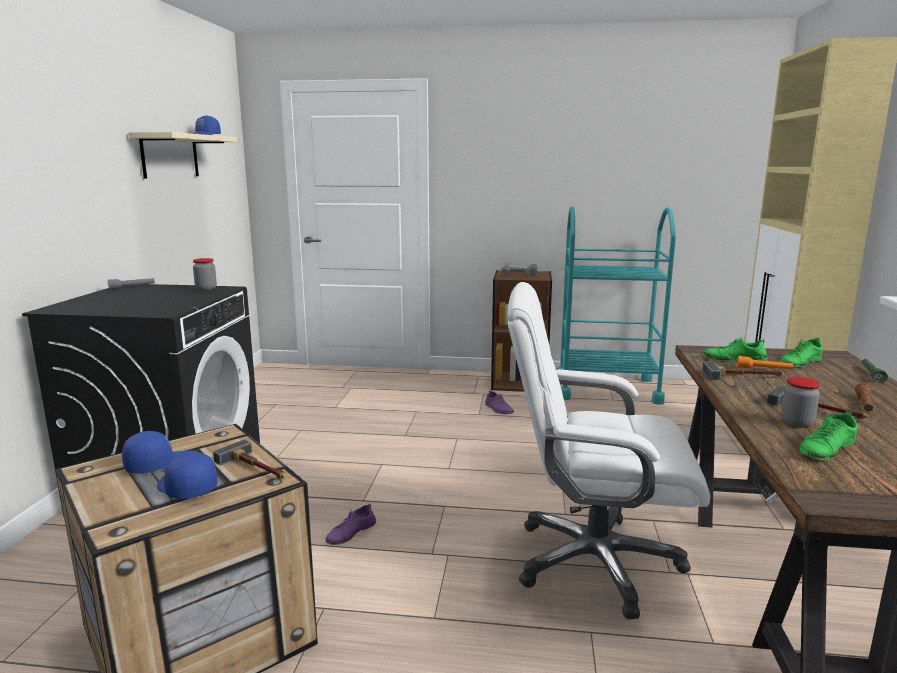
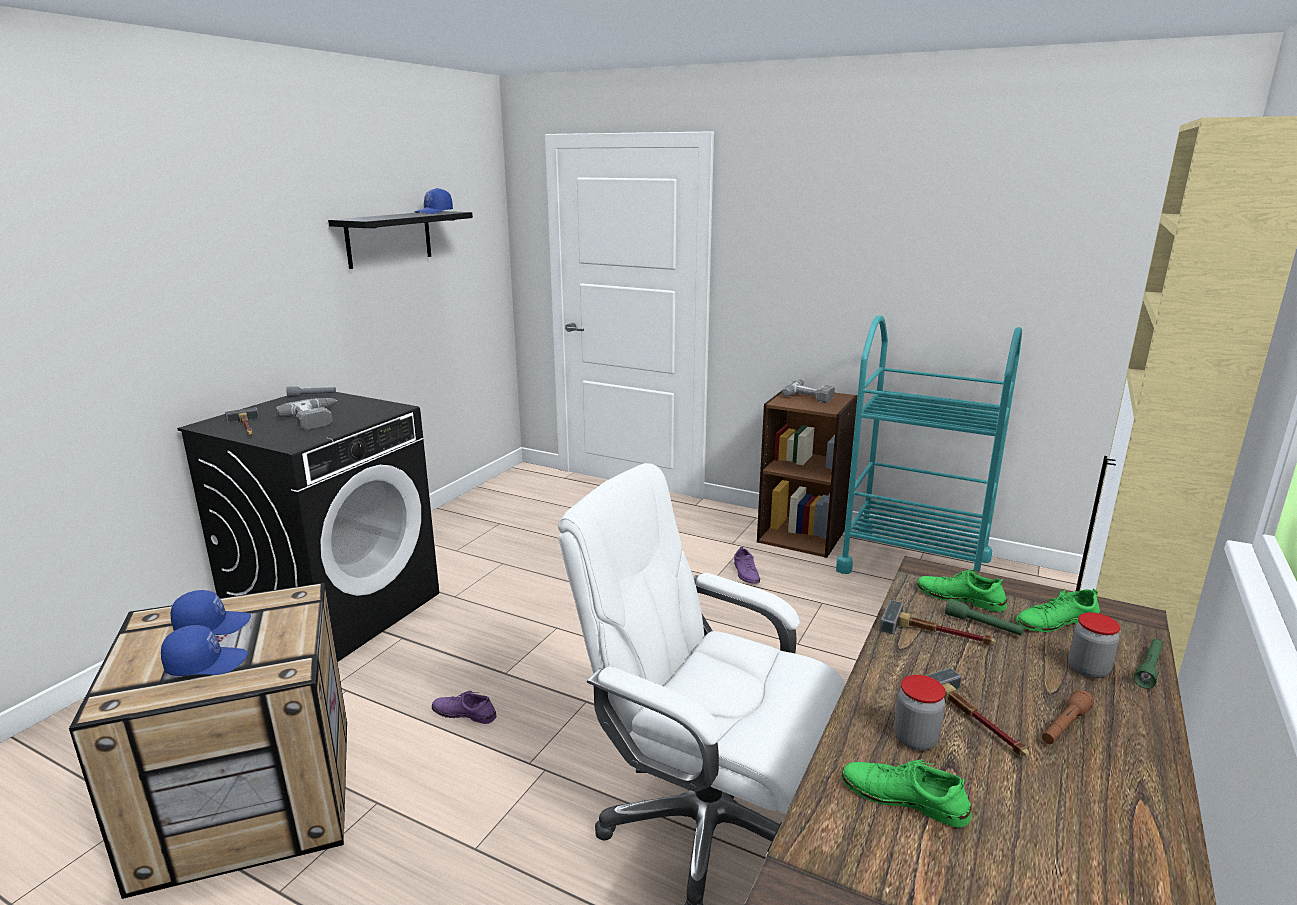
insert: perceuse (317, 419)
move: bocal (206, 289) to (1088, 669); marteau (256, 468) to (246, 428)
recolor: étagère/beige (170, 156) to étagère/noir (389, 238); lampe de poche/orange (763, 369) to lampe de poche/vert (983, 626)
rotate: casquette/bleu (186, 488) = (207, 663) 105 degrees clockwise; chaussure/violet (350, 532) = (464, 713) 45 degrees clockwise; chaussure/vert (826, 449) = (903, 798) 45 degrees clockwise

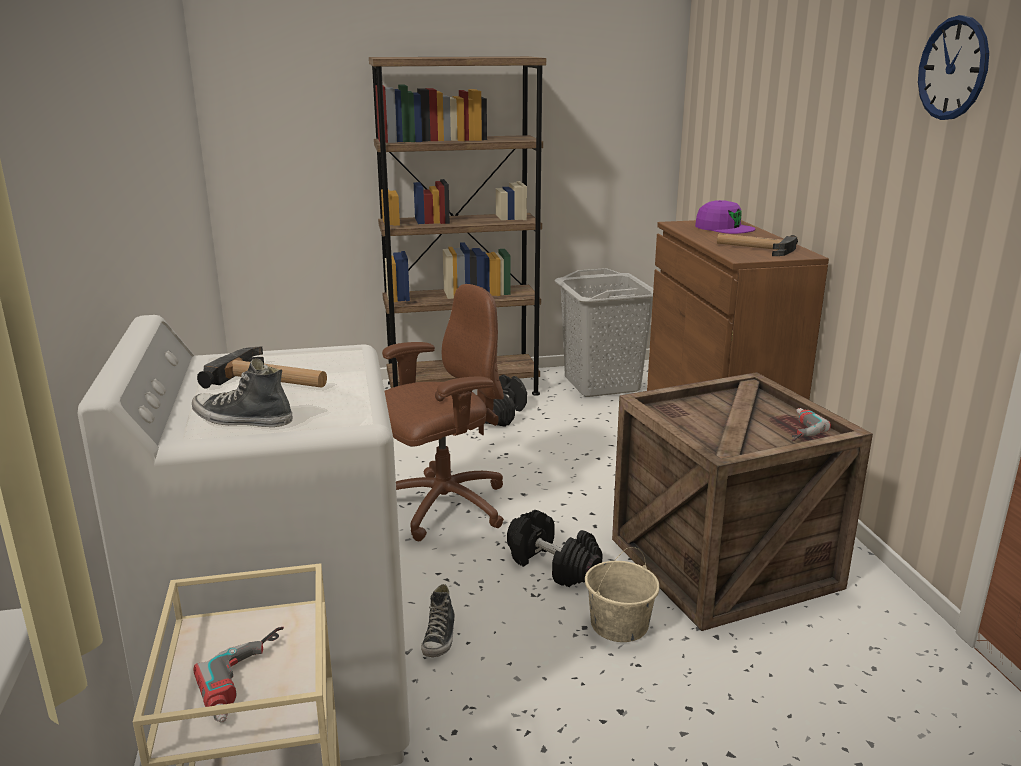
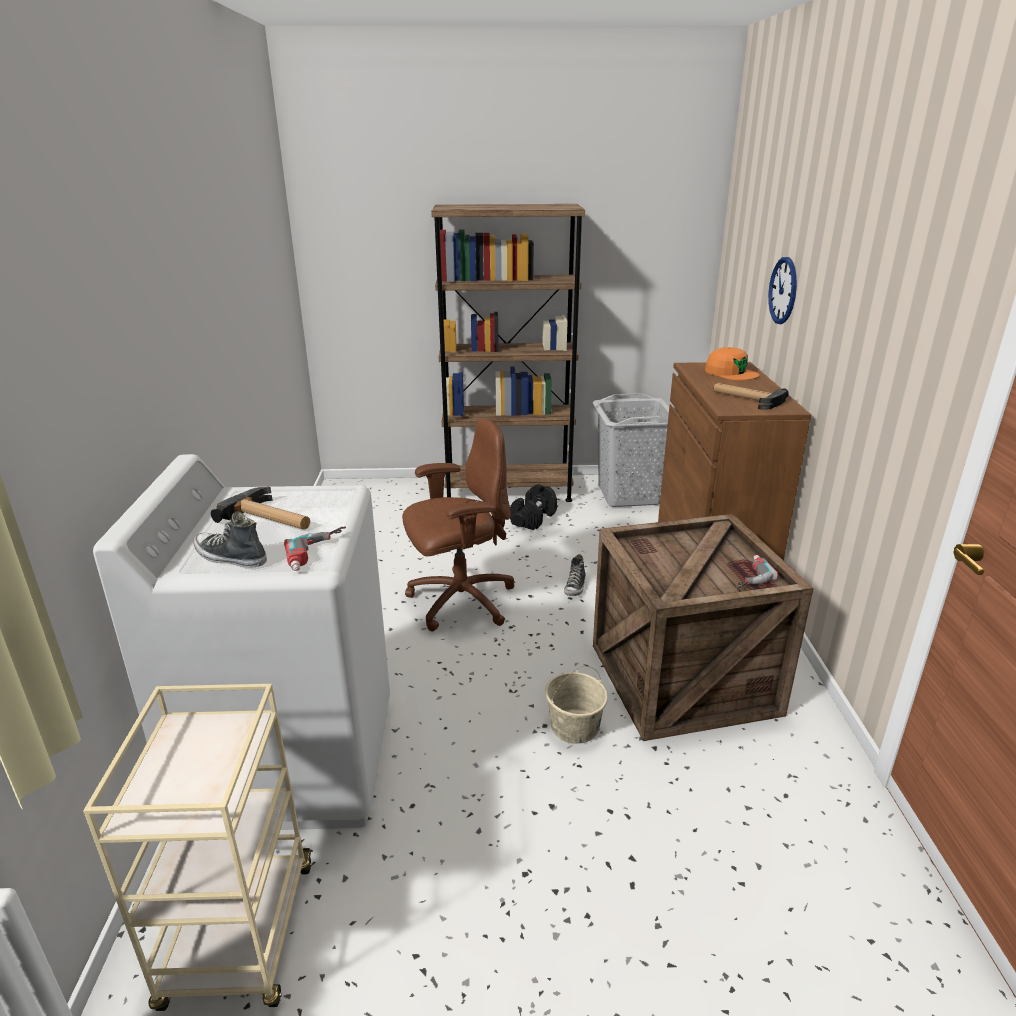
delete: haltère/noir (552, 565)
move: perceuse (252, 680) to (320, 553); chaussure (439, 638) to (575, 587); horloge murale (953, 68) to (783, 290)
recolor: casquette/violet (724, 228) to casquette/orange (731, 372)

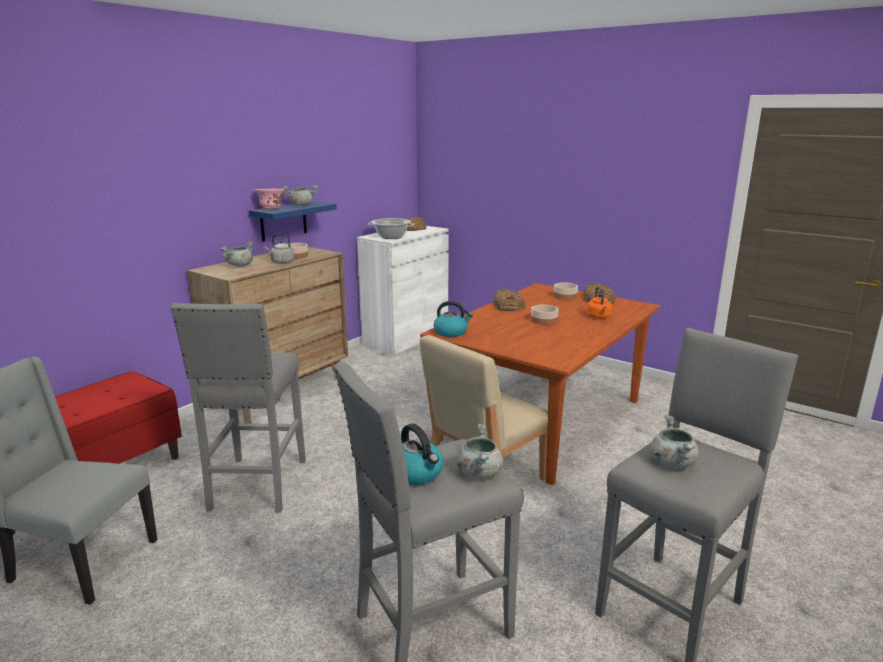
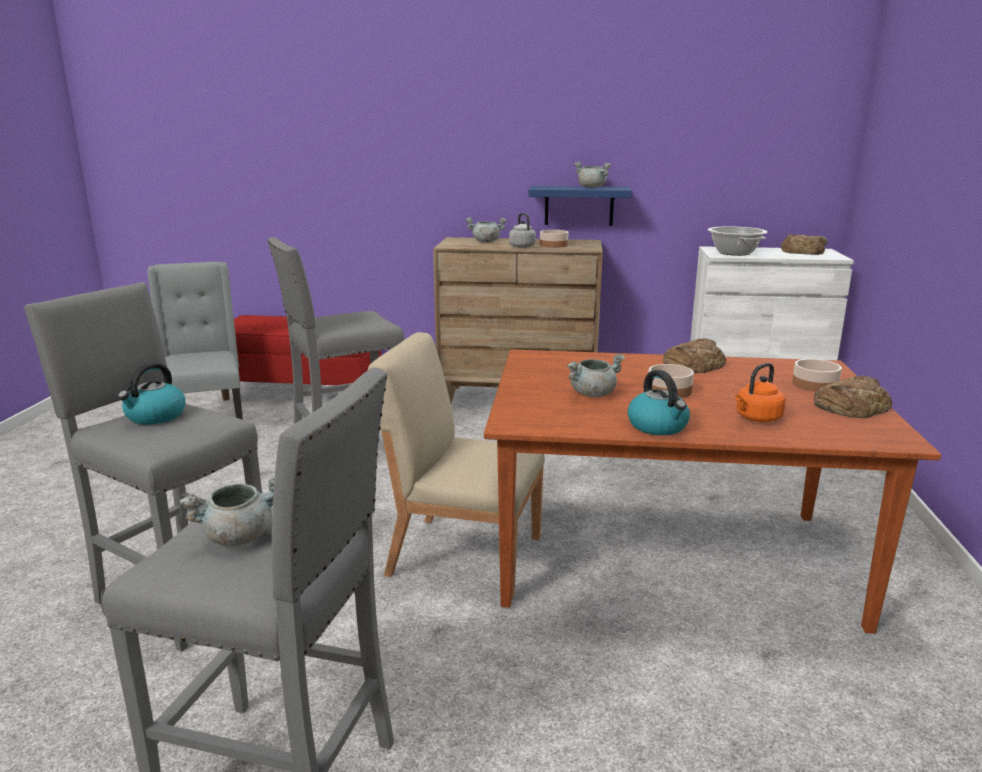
delete: bol/rose (271, 209)
move: bouilloire (451, 332) to (658, 426); marmite/gris (479, 472) to (593, 394)

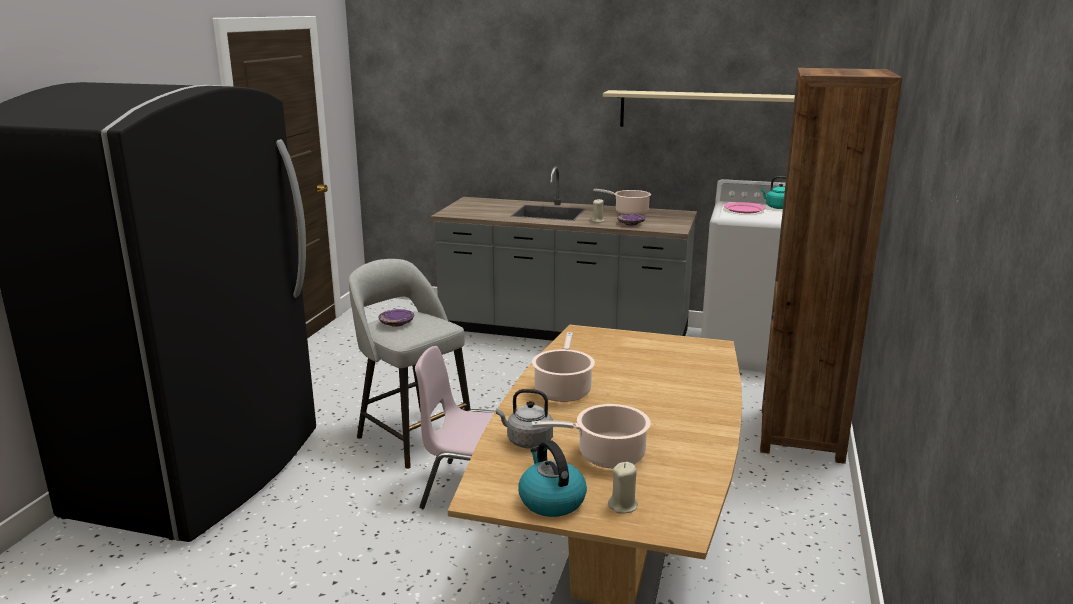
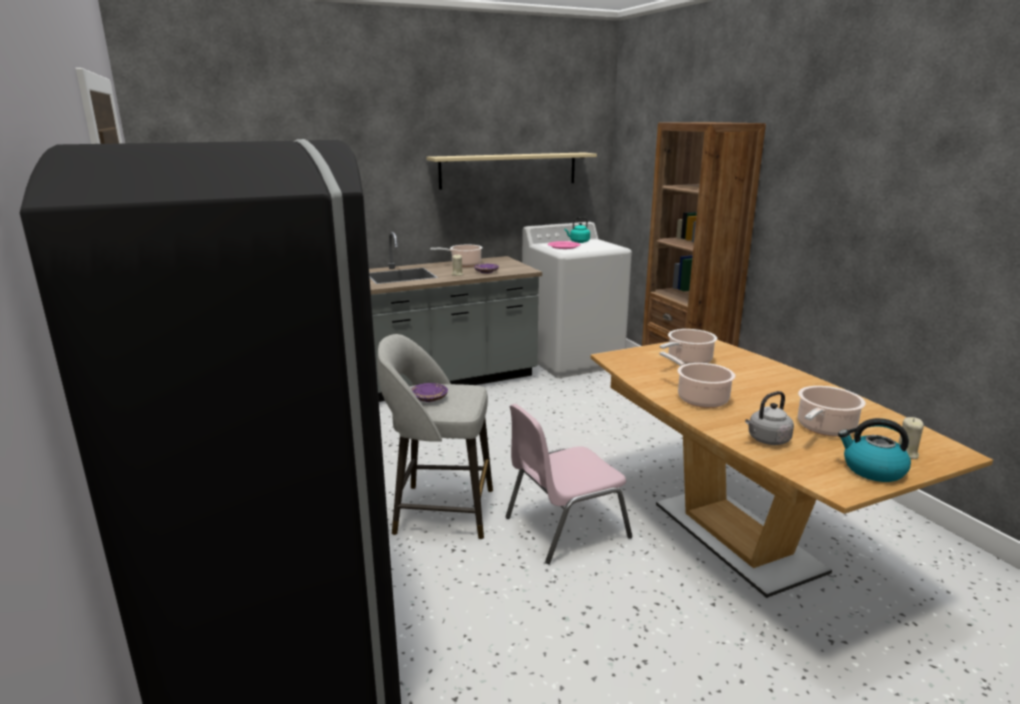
insert: marmite (688, 361)

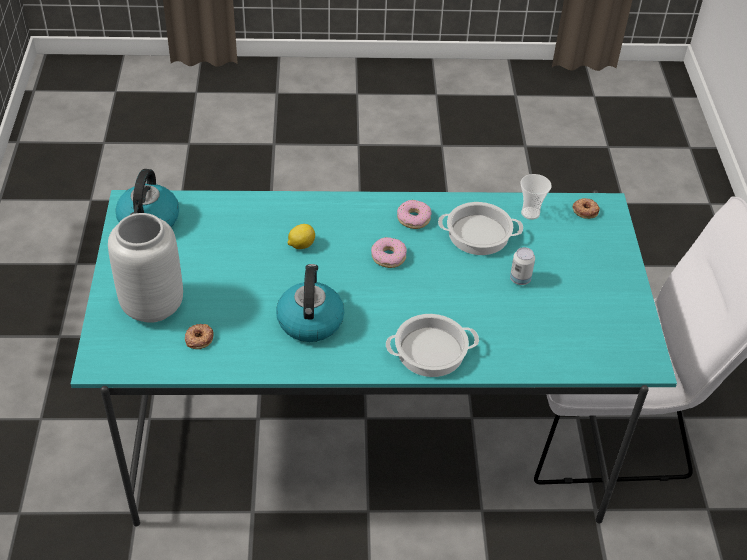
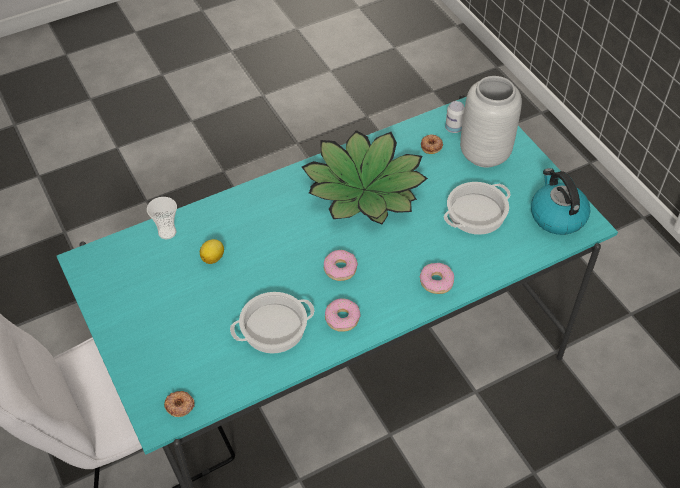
insert: beignet (436, 281)
move: citron (301, 245) to (213, 258); marmite (430, 352) to (476, 212); boîte métallique (520, 279) to (453, 128); tasse (530, 213) to (167, 232)
replace: bouilloire (310, 320) to plante en pot (364, 189)

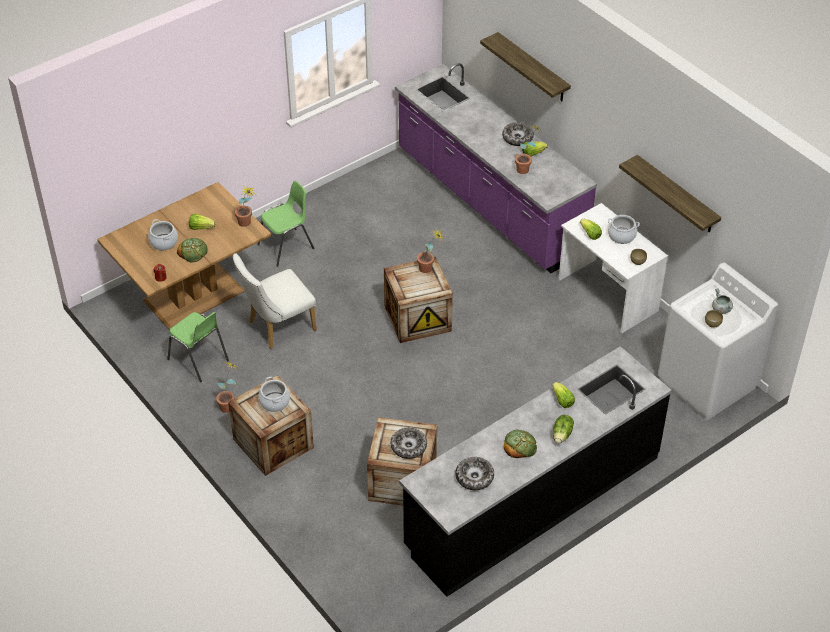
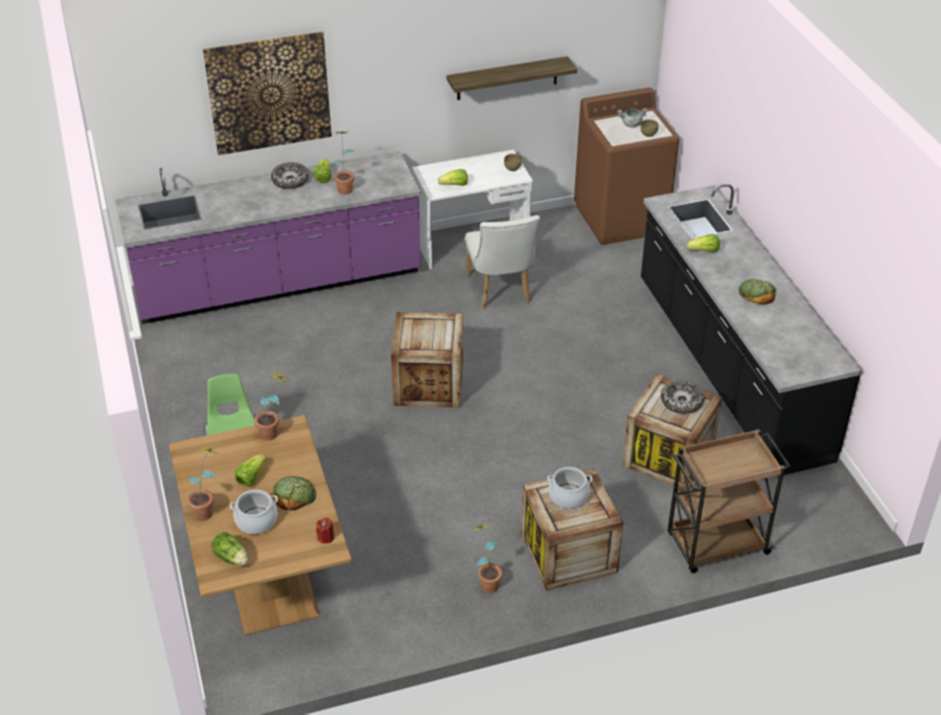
delete: chaise/vert (199, 360); bol (474, 477); marmite (621, 236)
insert: chariot/marron (716, 544)
move: chaise/blanc (277, 327) to (500, 291); plante en pot (429, 269) to (208, 510); laitue (562, 435) to (231, 557)
replace: étagère (533, 68) to tableau (269, 93)
recolor: lave-linge/blanc (707, 383) to lave-linge/marron (621, 219)

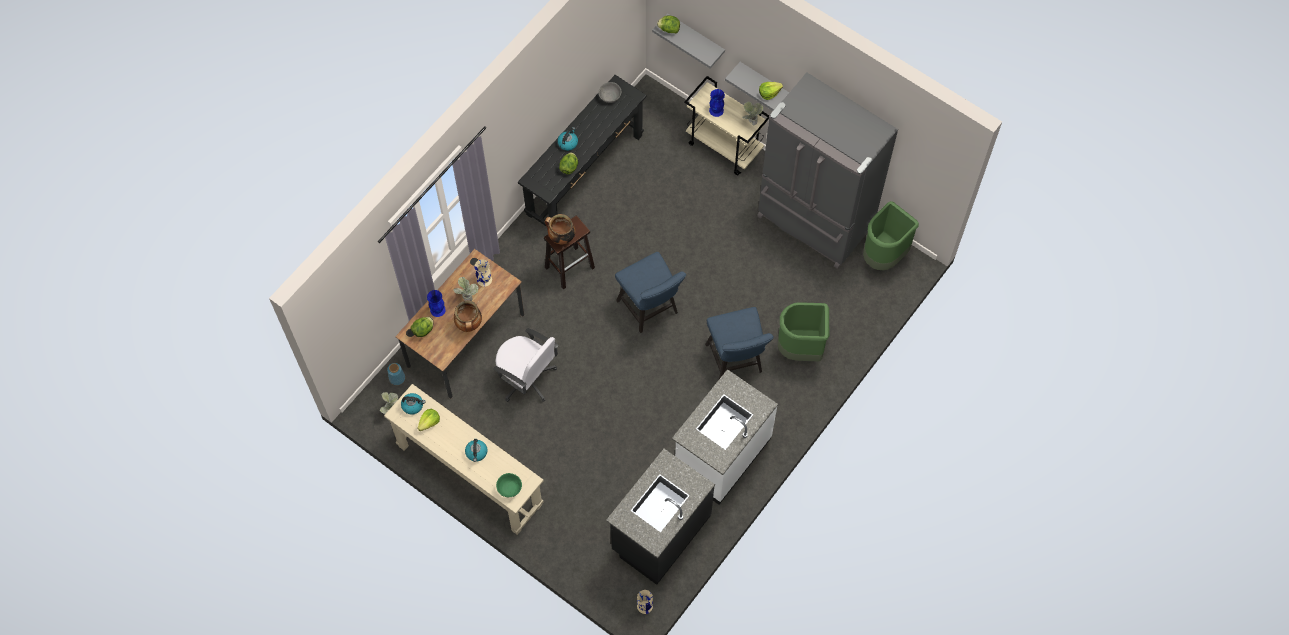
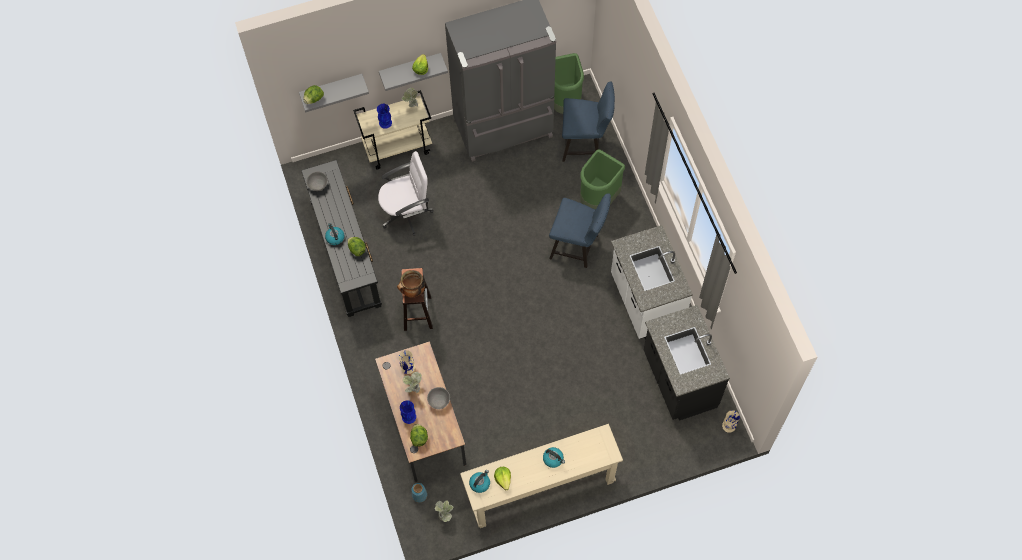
delete: bol/vert (509, 488)
move: chaise de bureau/blanc (526, 379) to (406, 213); chaise/bleu (650, 310) to (585, 144)
replace: marmite (469, 324) to bol/gris (439, 401)

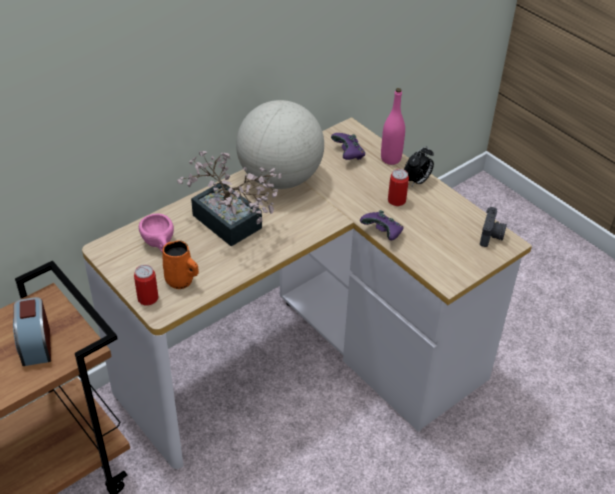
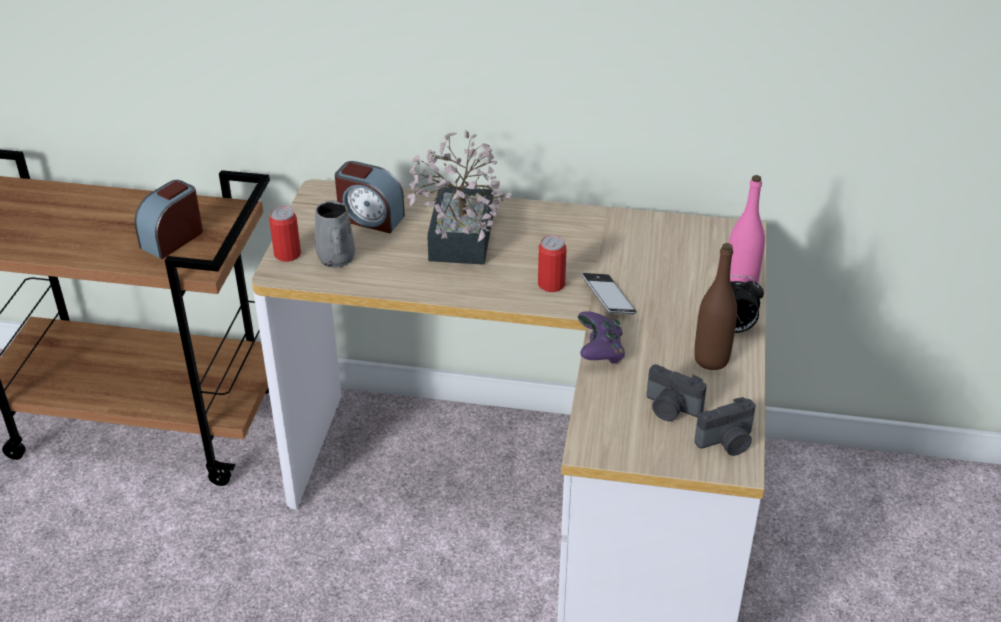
delete: globe (280, 178); manette/violet (348, 154)
insert: téléphone (608, 298); appareil photo (670, 409); bouteille/marron (711, 359)
move: boîte métallique (396, 200) to (551, 284)
replace: tasse/rose (159, 244) to réveil (370, 218)
recolor: mug/orange (181, 281) to mug/gris (336, 260)

